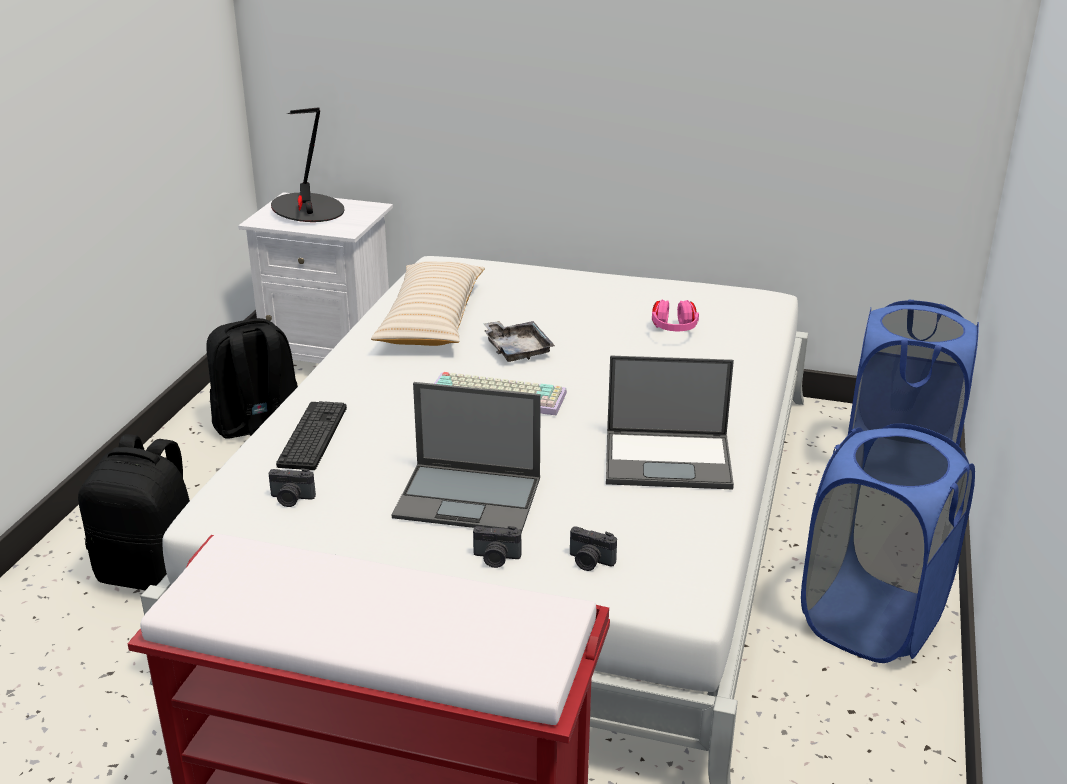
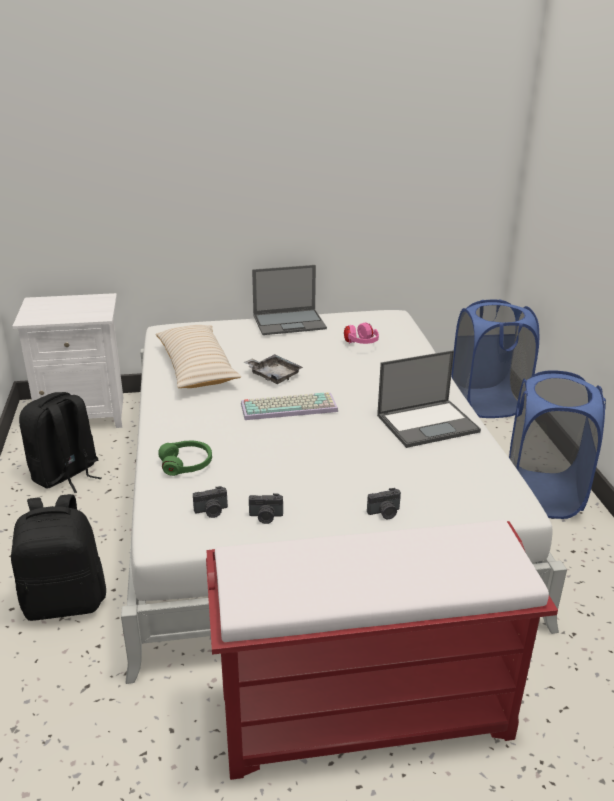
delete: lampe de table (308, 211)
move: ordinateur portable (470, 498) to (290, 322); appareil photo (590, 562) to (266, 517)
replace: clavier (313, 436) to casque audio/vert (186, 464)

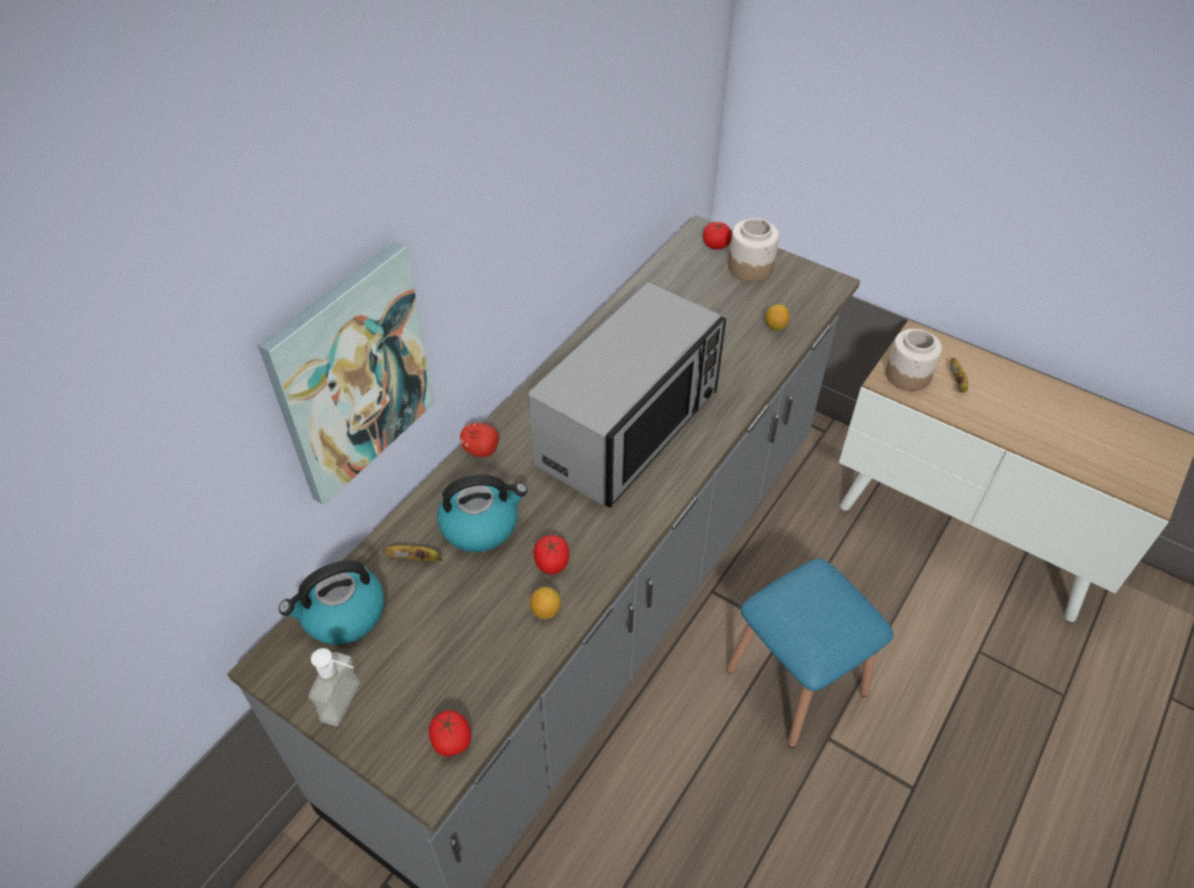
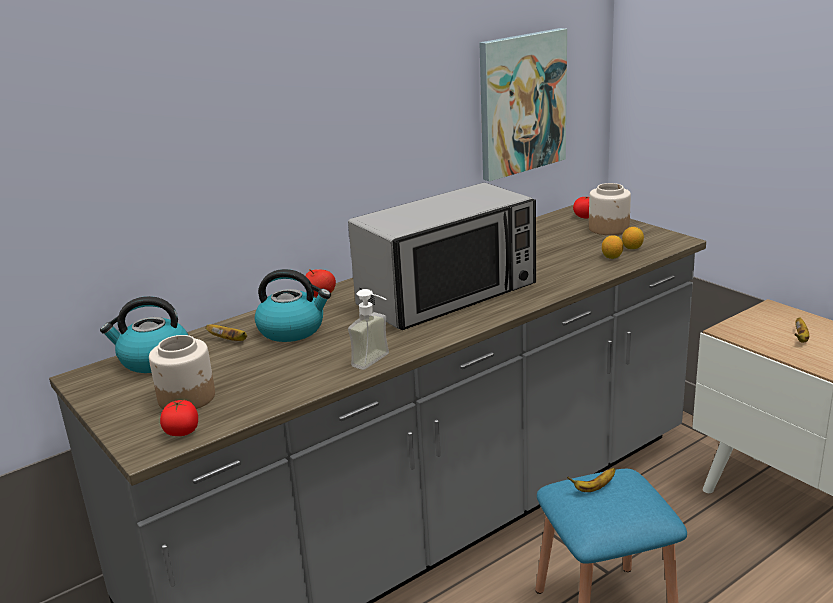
delete: tomate (552, 563)
insert: banane (594, 488)
move: tableau (352, 374) to (521, 103); distributeur de savon (350, 704) to (377, 362); citron (546, 611) to (632, 248); bocal (908, 375) to (187, 398)

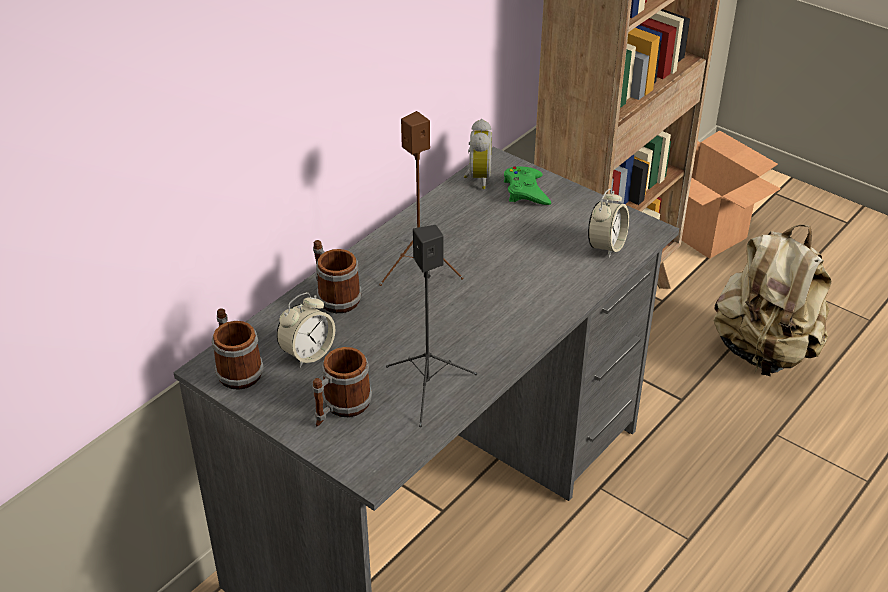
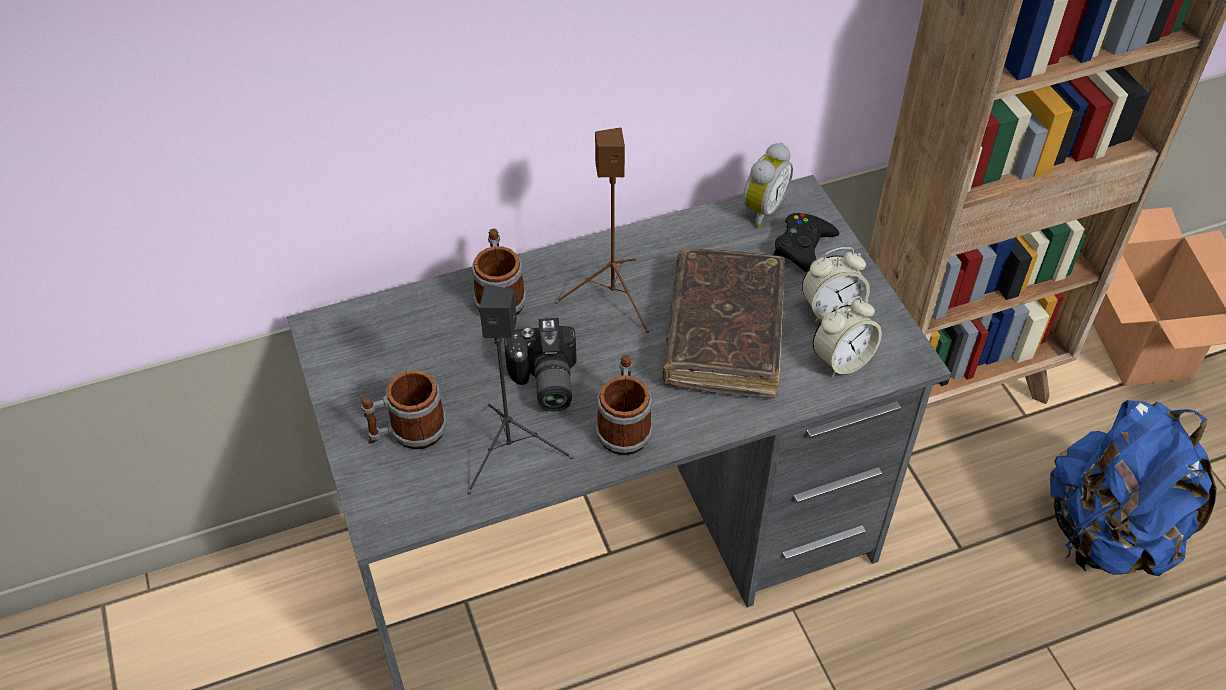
insert: appareil photo (543, 382); livre/marron (724, 333)
move: mug (236, 369) to (624, 425); réveil (307, 353) to (831, 309)
recolor: manette/vert (526, 191) to manette/noir (804, 249); sac à dos/beige (764, 351) to sac à dos/bleu (1108, 535)

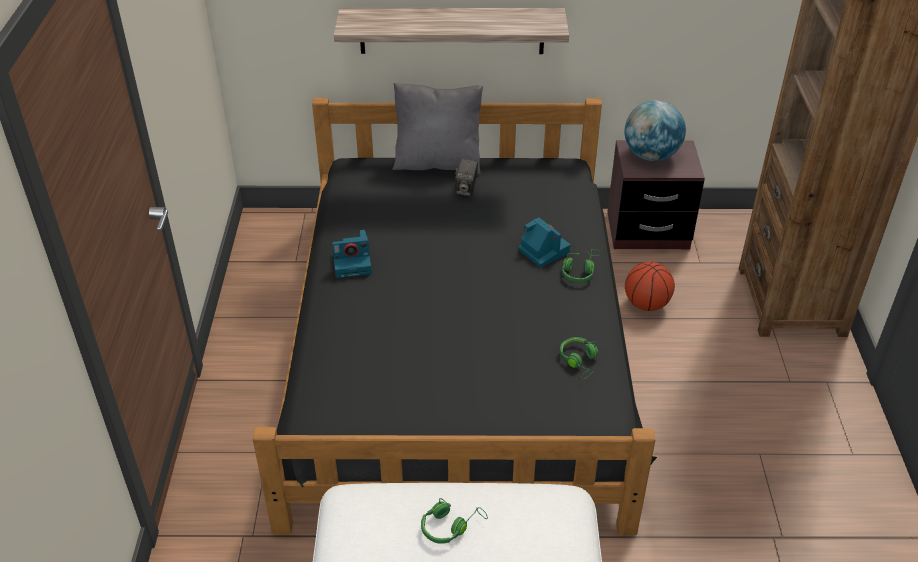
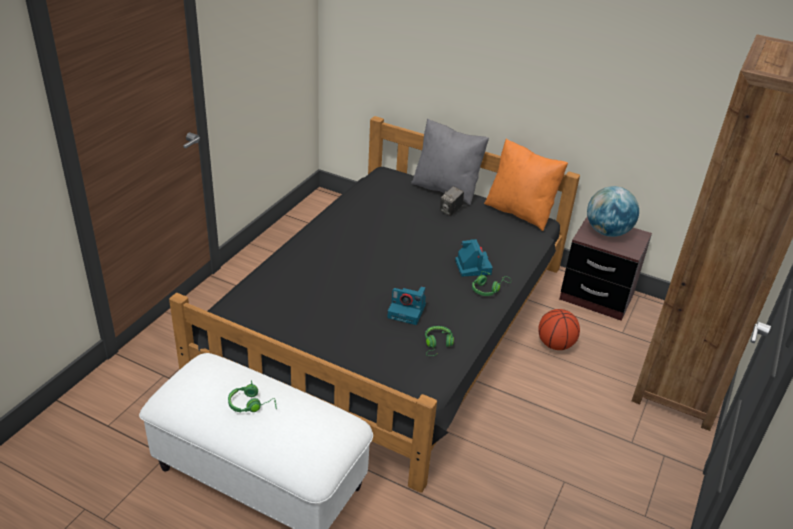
delete: étagère (452, 30)
insert: coussin/orange (520, 212)
move: appareil photo (353, 263) to (407, 311)

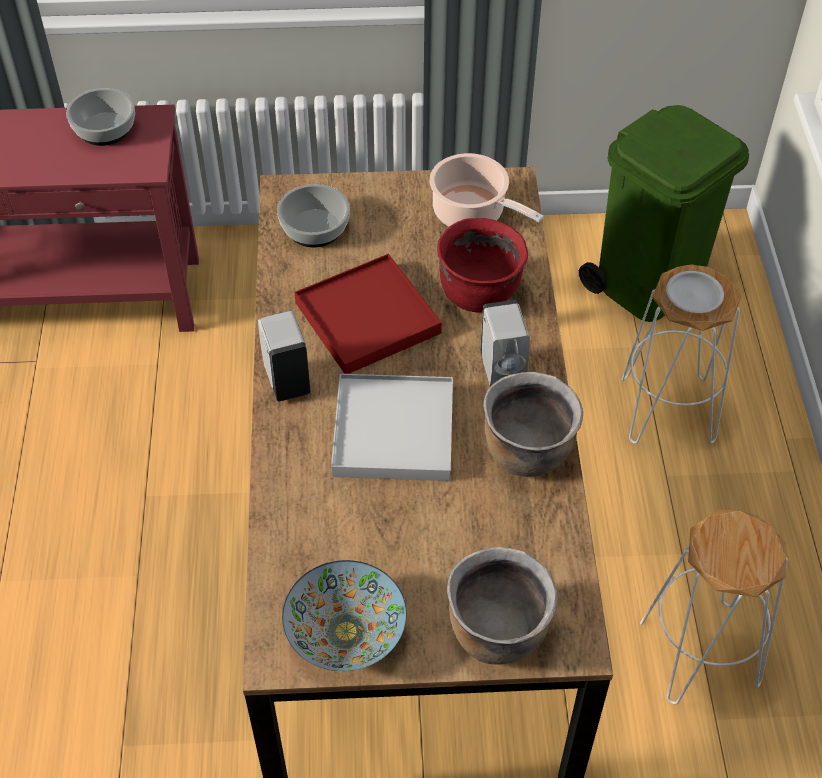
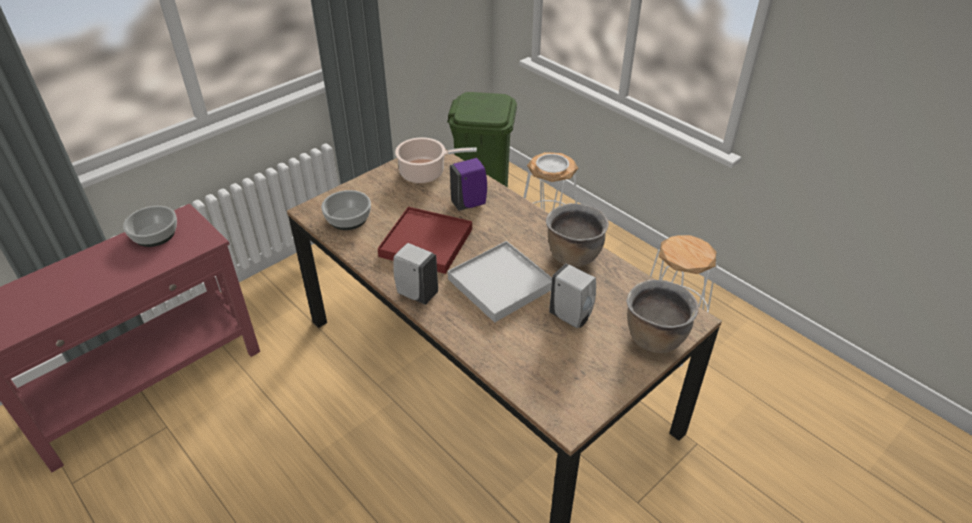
delete: bol (346, 631)
move: distributeur de savon/blanc (502, 373) to (571, 317)
replace: marmite/rouge (479, 293) to distributeur de savon/violet (470, 203)

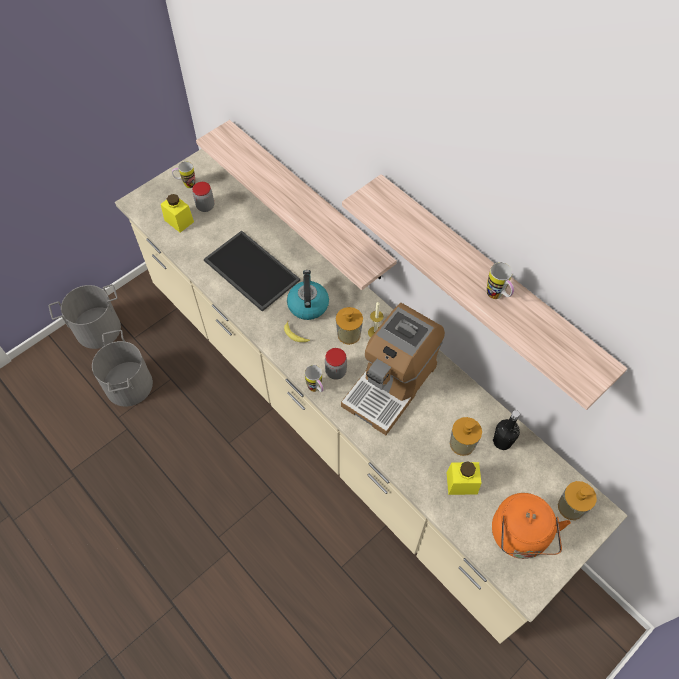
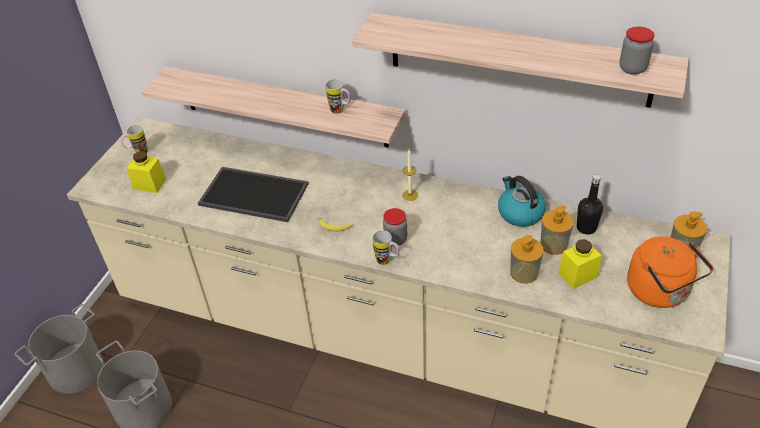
delete: machine à café (390, 384)
move: bocal (205, 206) to (632, 68); bouilloire (308, 304) to (520, 213); distributeur de savon (349, 334) to (524, 273); mug (497, 296) to (340, 111)

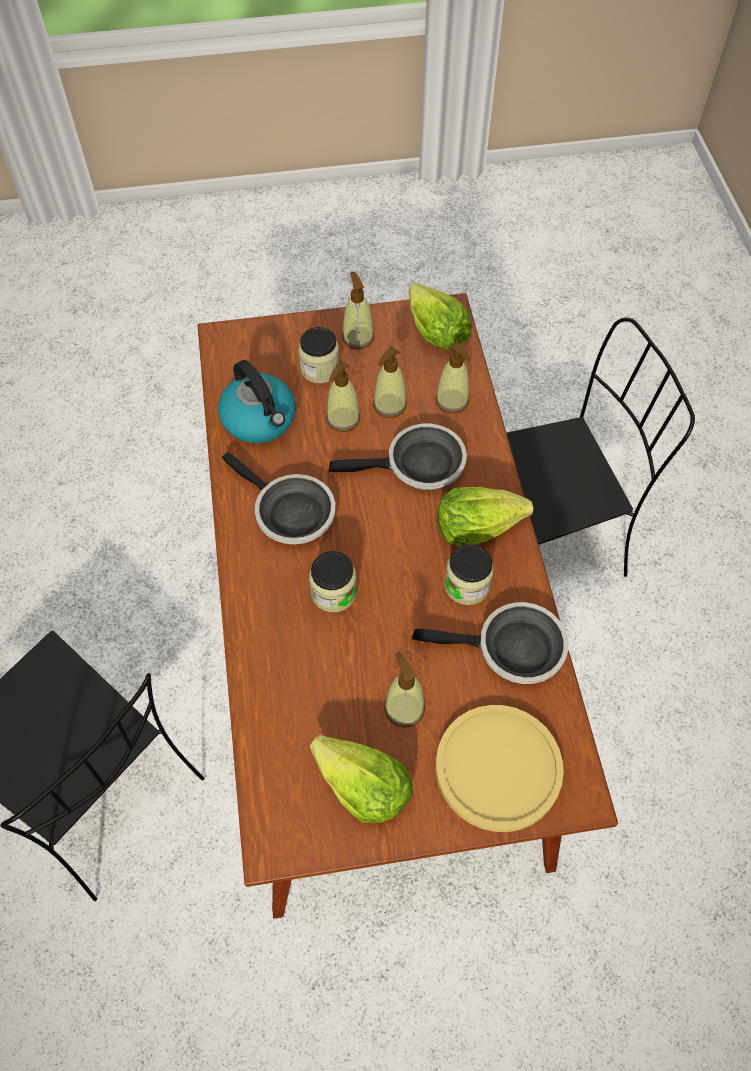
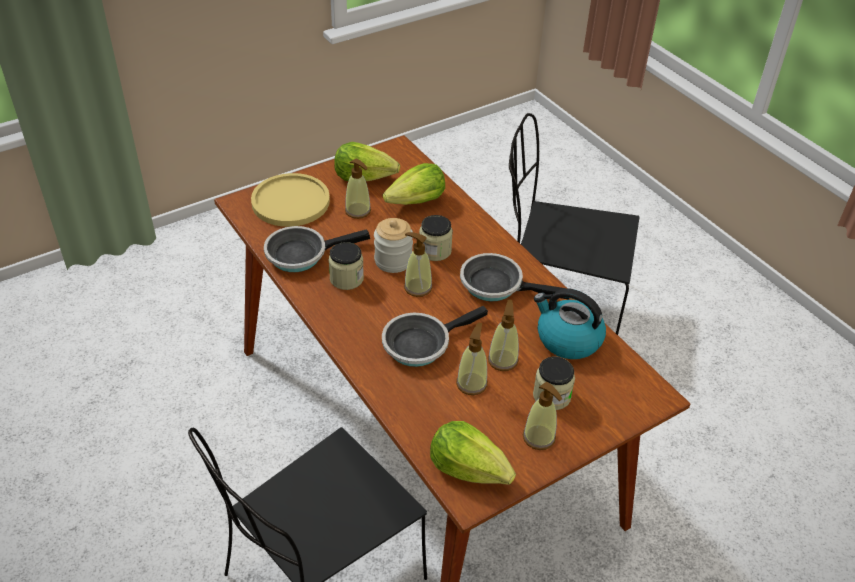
insert: bocal (393, 261)
move: distributeur de savon (452, 401) to (417, 287); laitue (477, 526) to (416, 202)

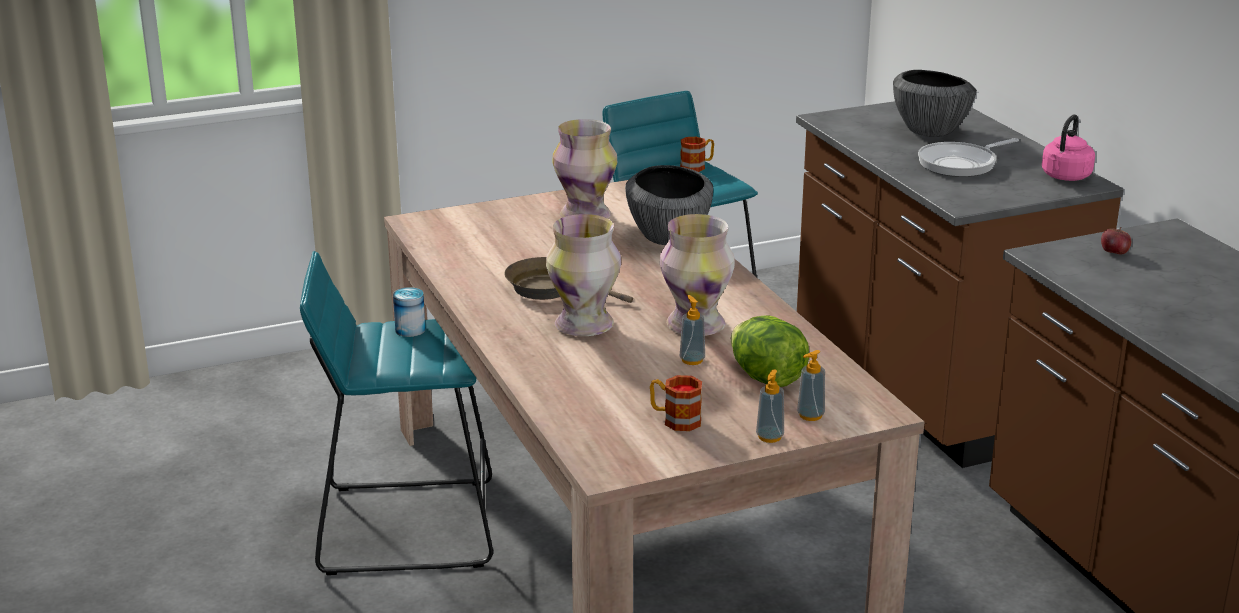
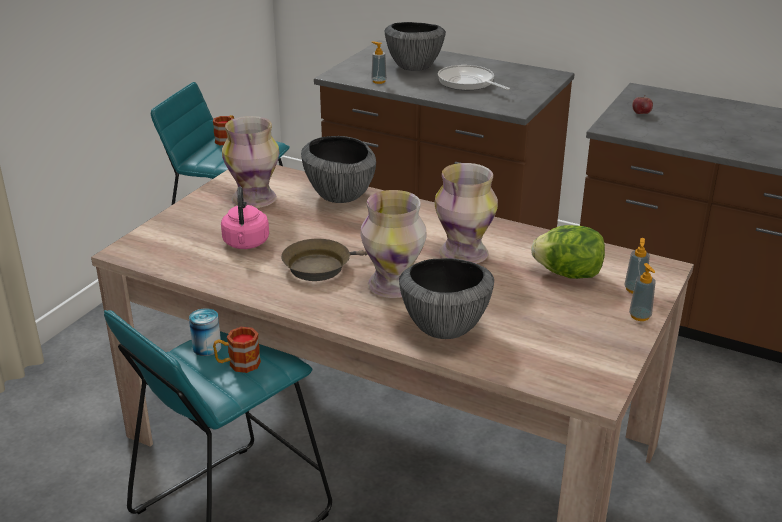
insert: bol (445, 328)
move: mug (675, 419) to (238, 364); distributeur de savon (692, 360) to (378, 81); bouilloire/rose (1064, 177) to (246, 244)
rotate: poêle (961, 164) = (468, 83) 120 degrees clockwise

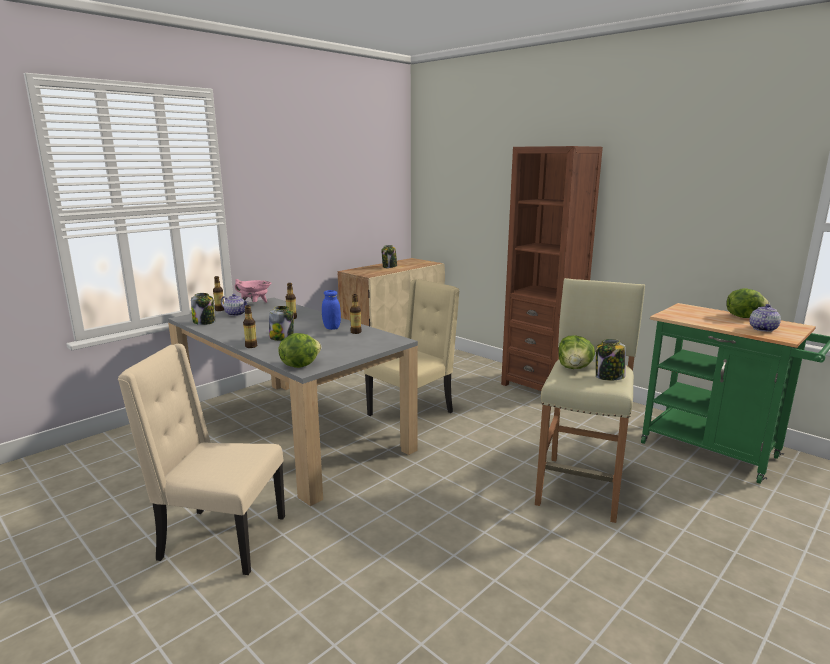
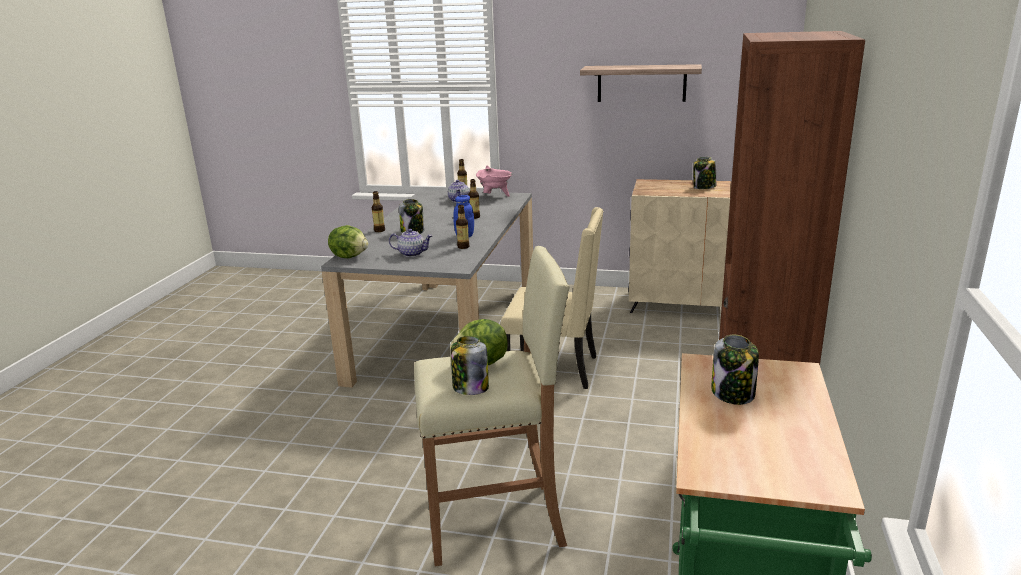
delete: chaise/beige (220, 539); laitue (743, 317)
insert: étagère (641, 83)
move: bocal (204, 322) to (733, 394); théière (762, 329) to (412, 253)

